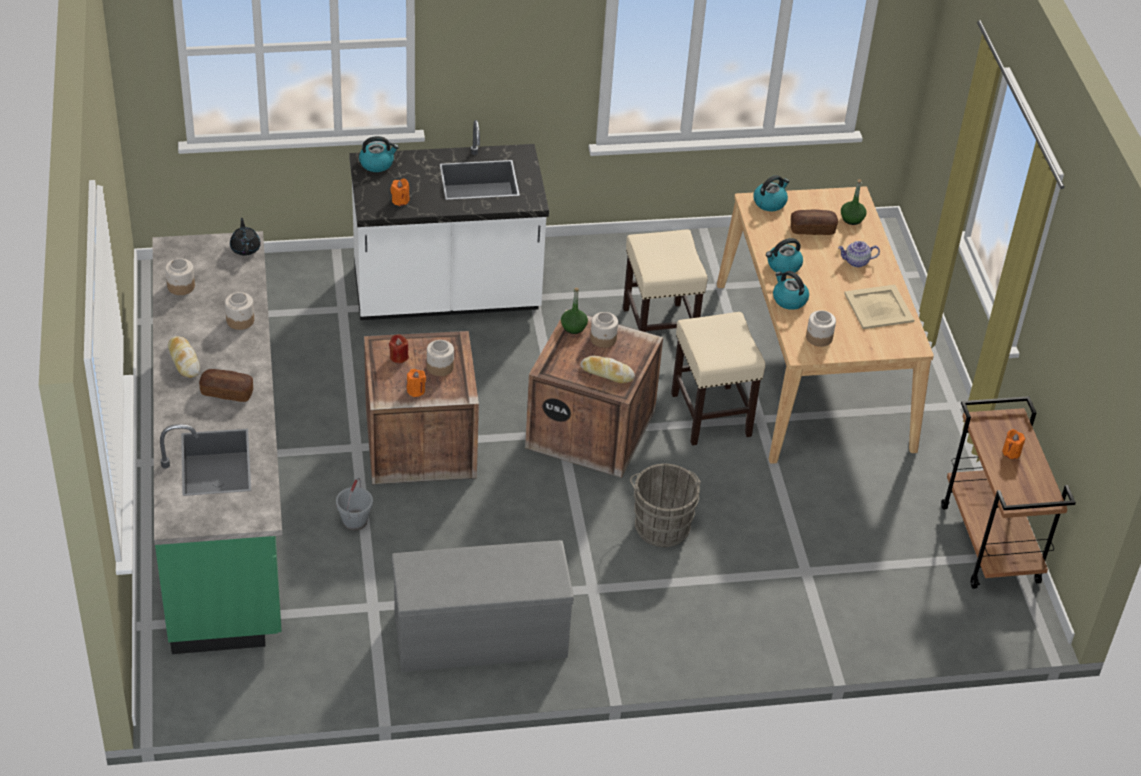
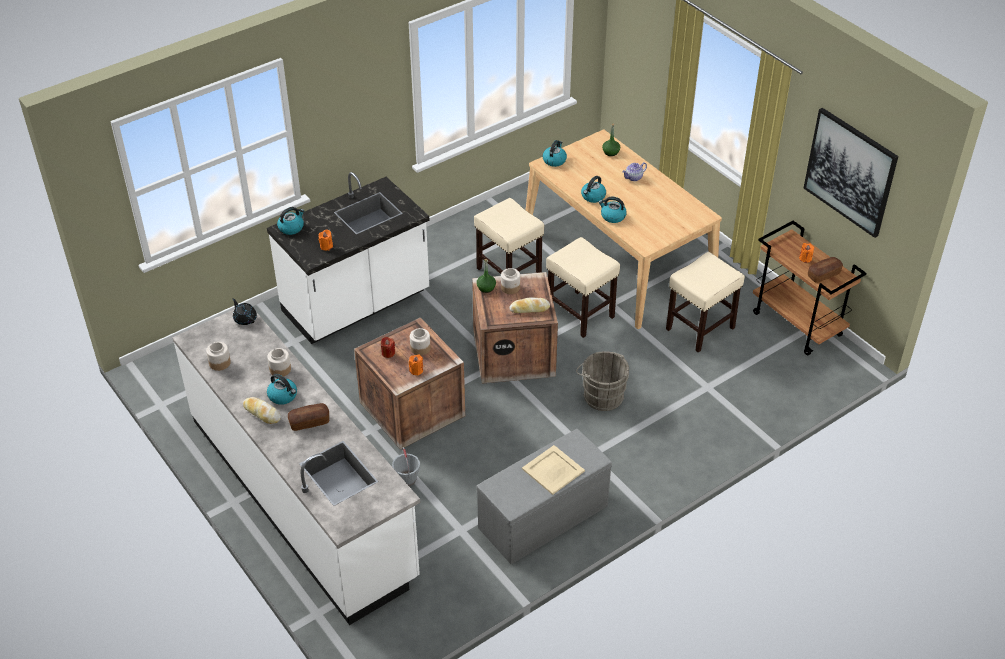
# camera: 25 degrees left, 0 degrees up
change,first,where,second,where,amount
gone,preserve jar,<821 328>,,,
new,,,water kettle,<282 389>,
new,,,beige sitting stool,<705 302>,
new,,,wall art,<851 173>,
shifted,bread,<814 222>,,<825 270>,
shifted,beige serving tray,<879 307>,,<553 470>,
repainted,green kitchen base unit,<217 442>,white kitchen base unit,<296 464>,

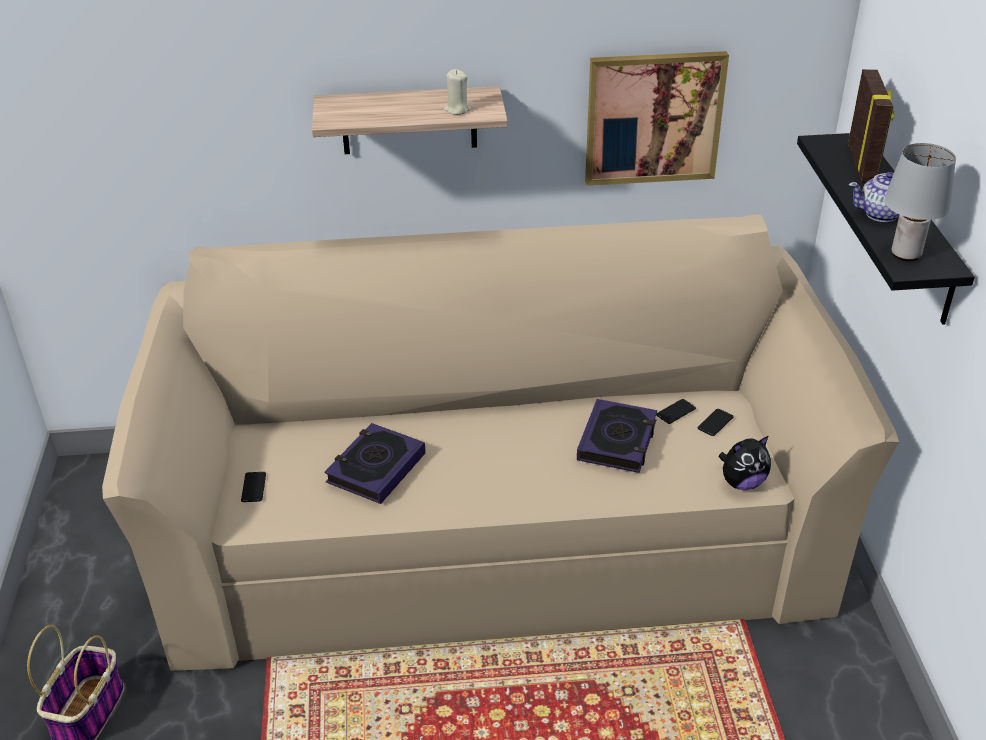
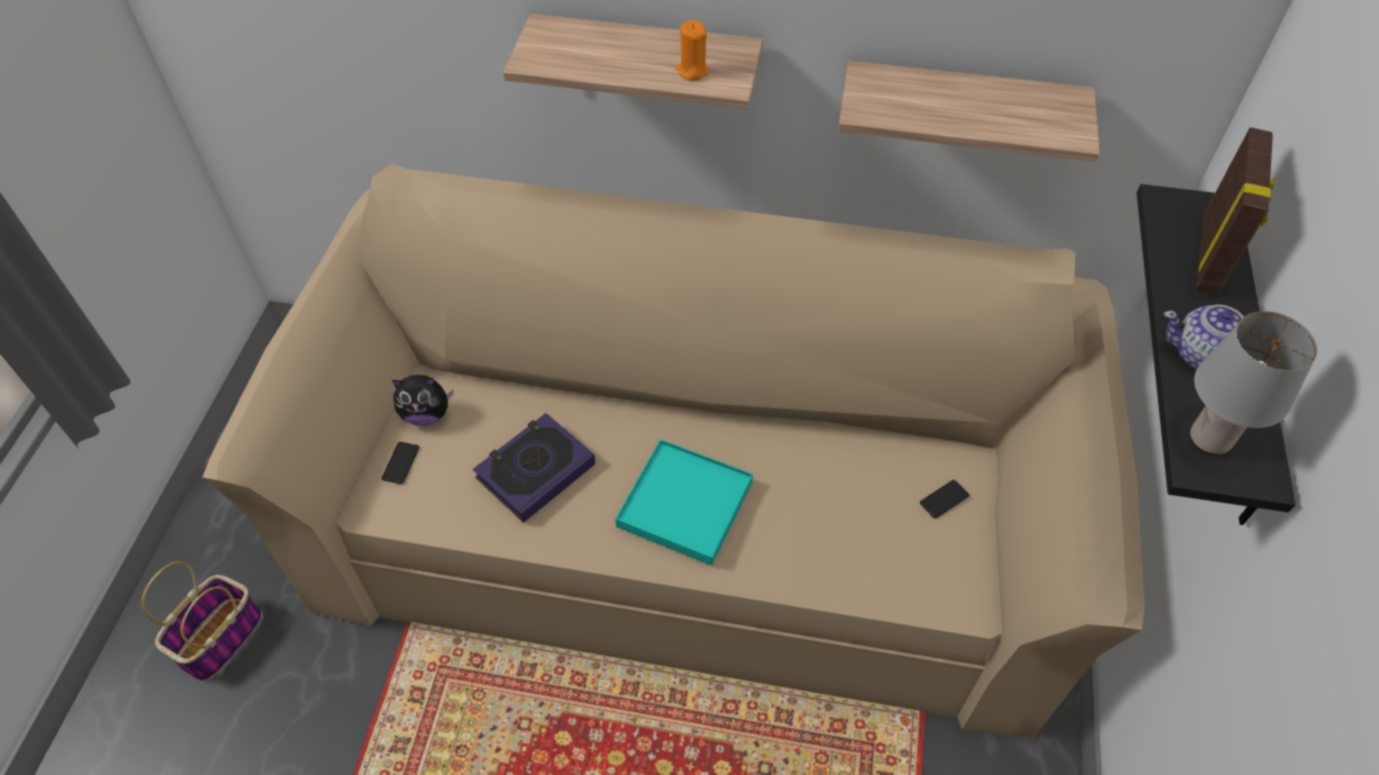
# camera: 15 degrees right, 15 degrees up
change,first,where,second,where,amount
gone,volume,<617 436>,,,
gone,phone,<676 411>,,,
new,,,blue-green serving tray,<684 502>,
shifted,plush toy,<744 463>,,<423 400>,
swapped,wall art,<657 118>,bracket shelf,<969 111>,
repainted,beige candle,<457 92>,orange-coloured candle,<692 50>,

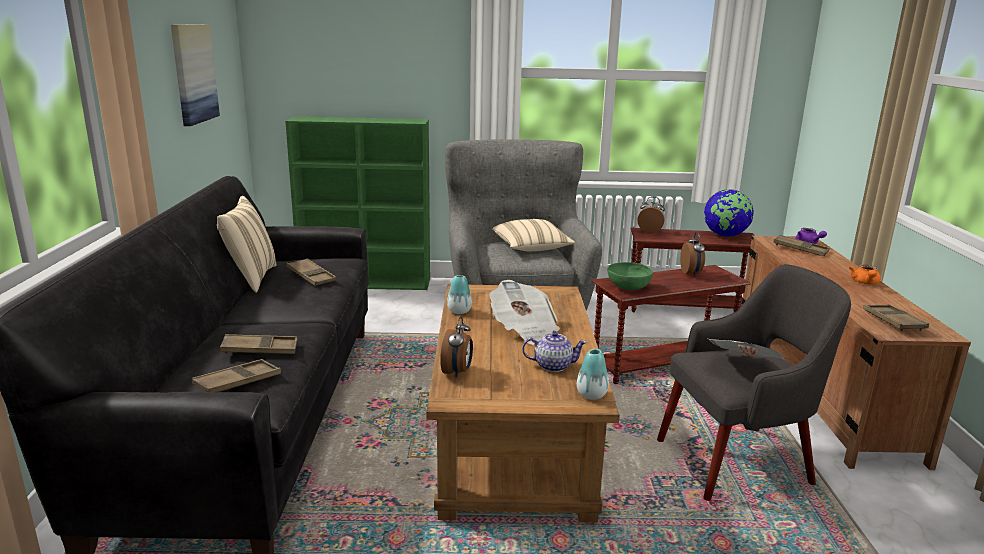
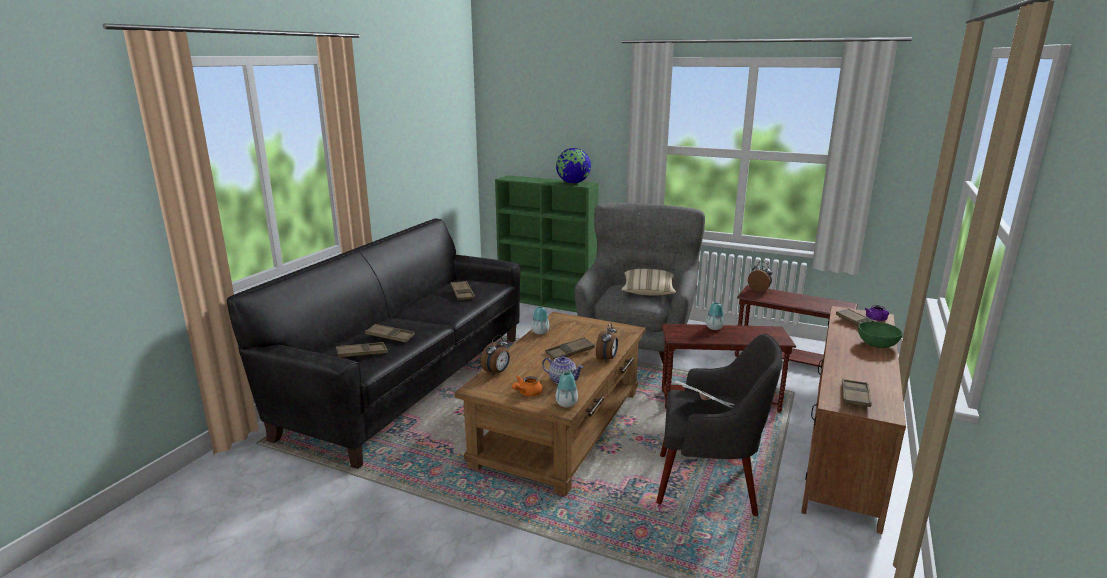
# camera: 25 degrees right, 0 degrees up
change,first,where,second,where,amount
gone,wall art,<195 75>,,,
gone,beige pillow,<246 244>,,,
new,,,decorative vase,<715 316>,
shifted,green serving bowl,<630 276>,,<880 335>,
shifted,bedside clock,<692 254>,,<607 343>,
shifted,globe,<729 213>,,<573 166>,
shifted,orange-coloured tea pot,<865 275>,,<527 385>,
swapped,printed paper,<524 312>,brown serving tray,<570 348>,

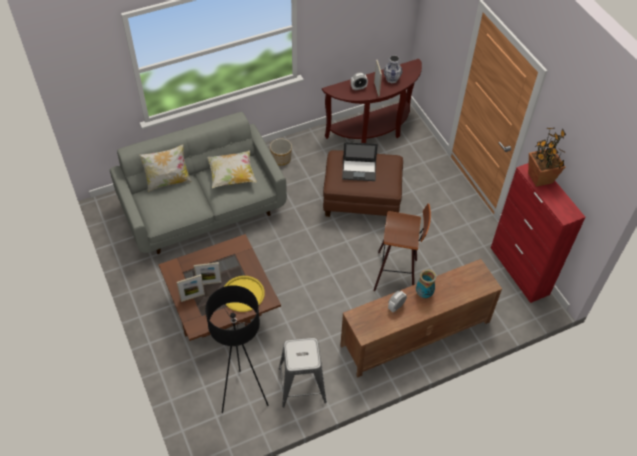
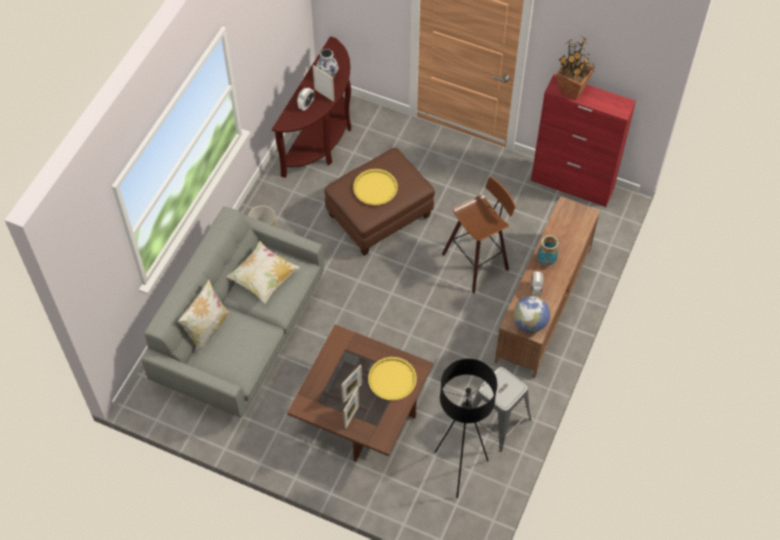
# camera: 40 degrees left, 5 degrees up
change,first,where,second,where,amount
new,,,globe,<531 314>,
swapped,notebook computer,<360 161>,yellow serving tray,<375 187>,

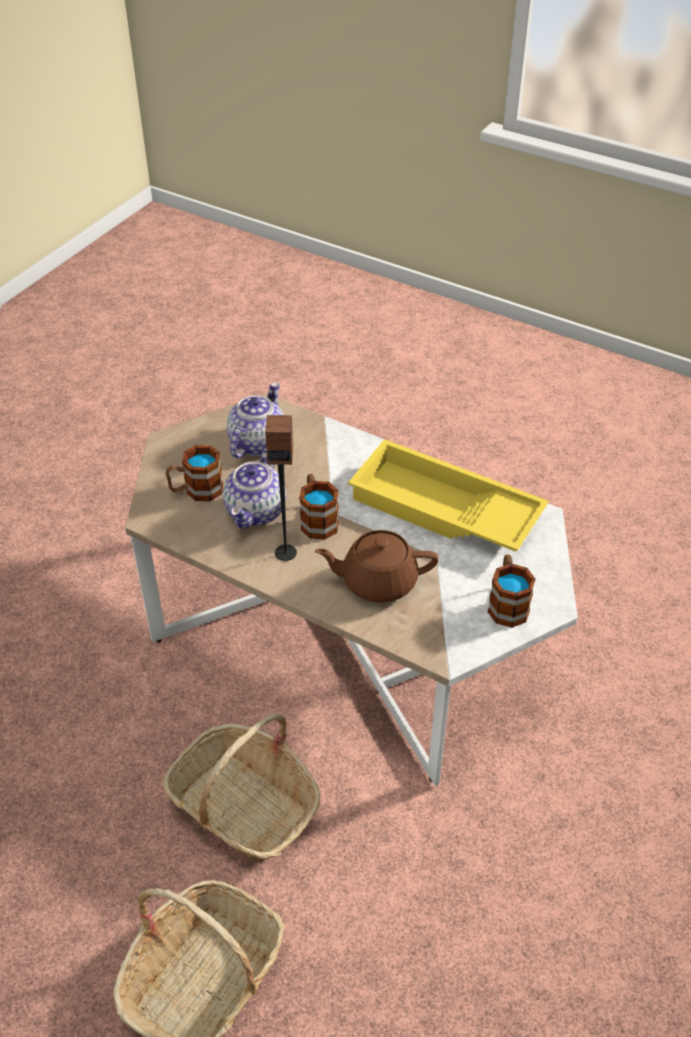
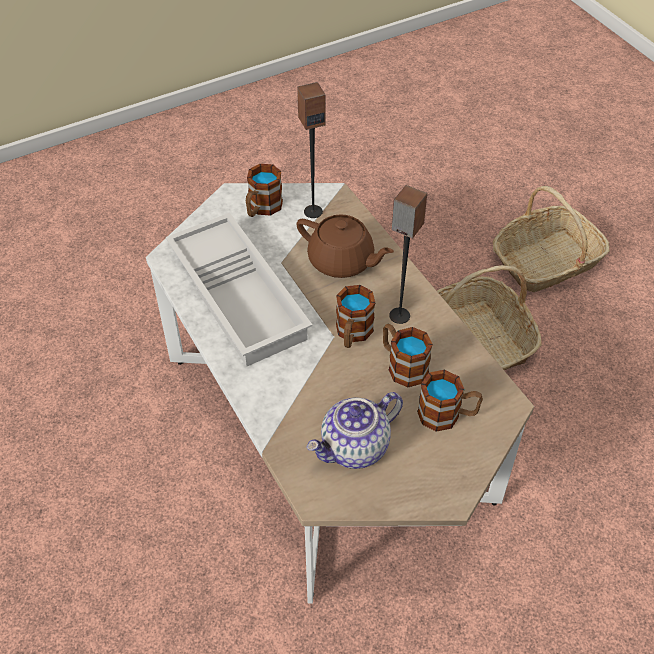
# camera: 150 degrees left, 5 degrees up
change,first,where,second,where,amount
new,,,audio speaker,<311 150>,
swapped,tea pot,<254 489>,mug,<408 355>,
repainted,yellow serving tray,<448 495>,white serving tray,<239 290>,

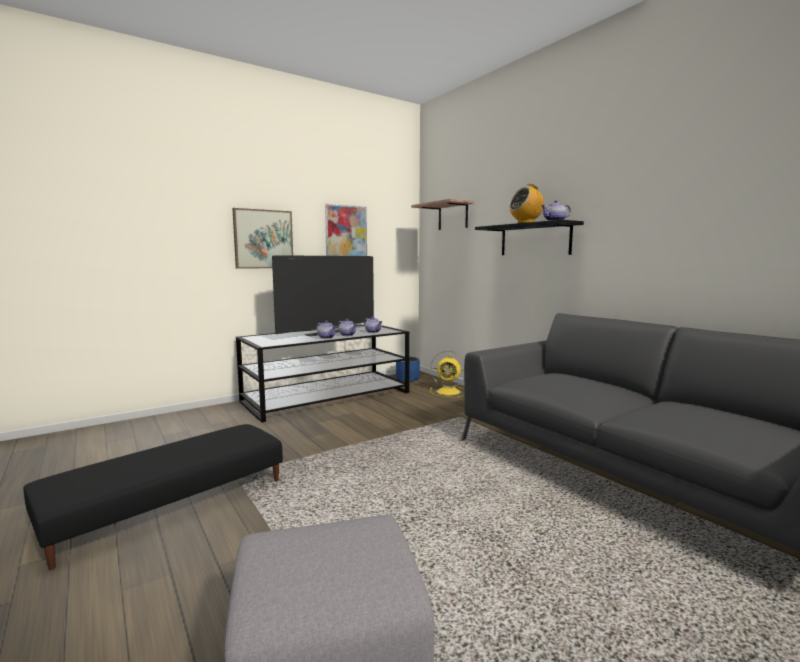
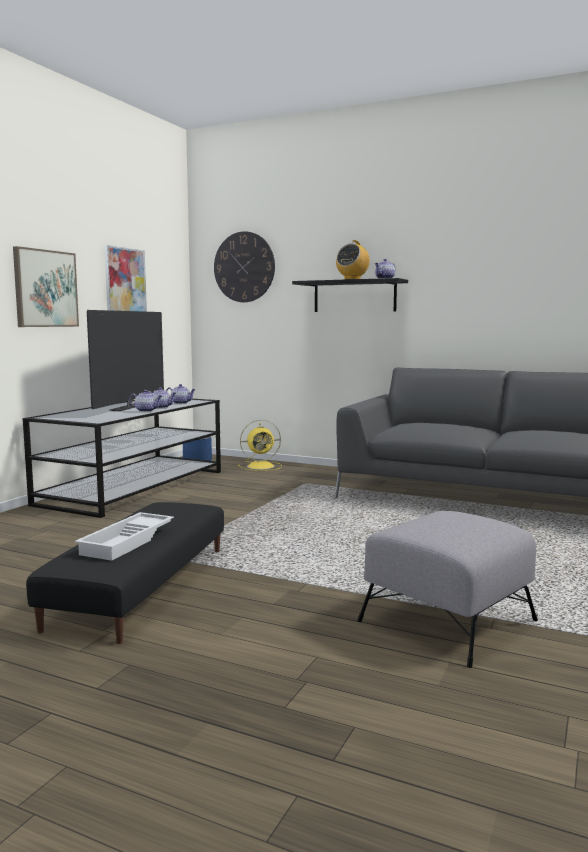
# camera: 30 degrees left, 0 degrees up
change,first,where,second,where,amount
new,,,white serving tray,<124 536>,
swapped,bracket shelf,<443 214>,hanging clock,<244 266>,

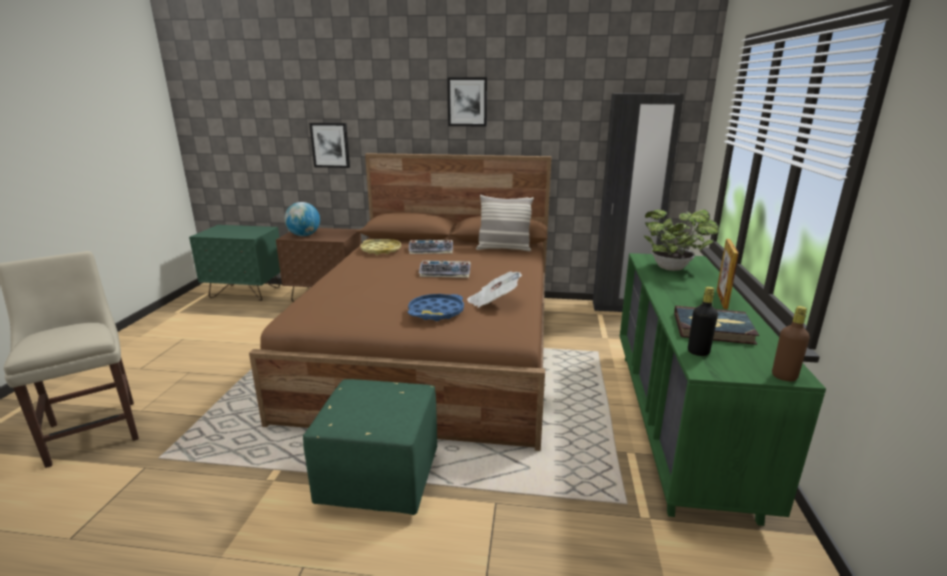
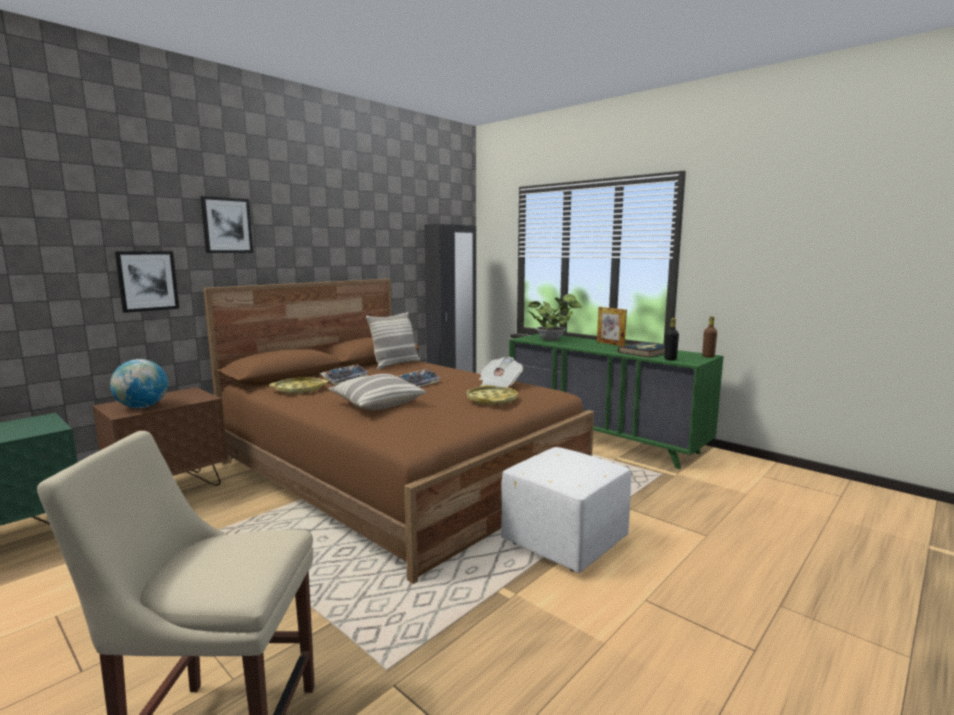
# camera: 55 degrees left, 10 degrees down
change,first,where,second,where,amount
new,,,pillow,<377 392>,
shifted,wall art,<467 102>,,<226 224>,
repainted,green pouffe,<370 447>,white pouffe,<566 510>,
repainted,bluish serving tray,<436 307>,yellow serving tray,<492 395>,

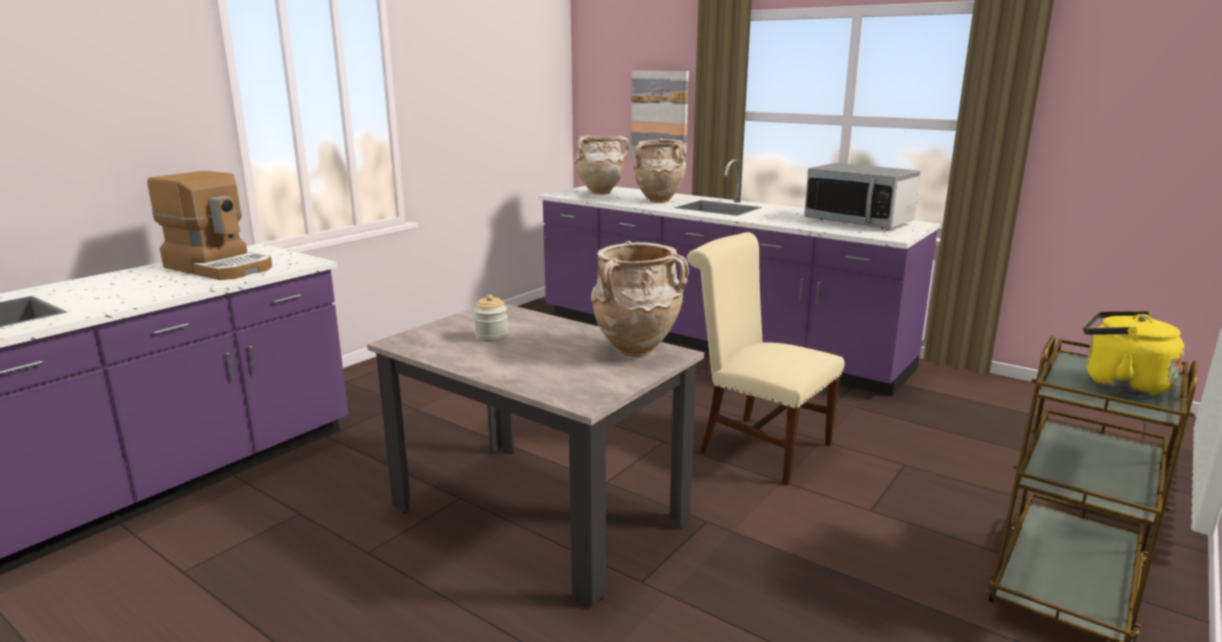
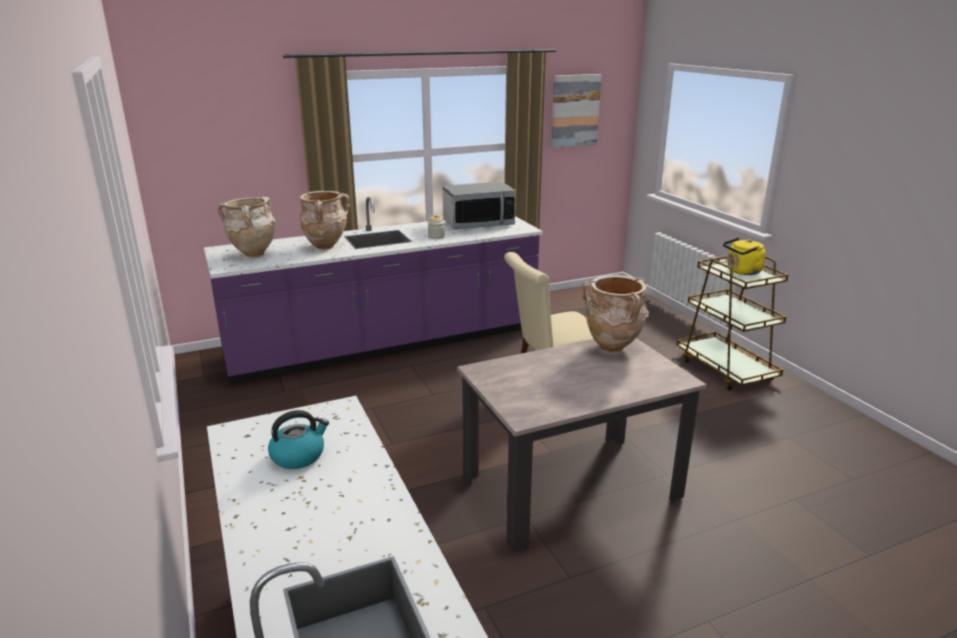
# camera: 60 degrees left, 5 degrees up
change,first,where,second,where,amount
shifted,preserve jar,<491 318>,,<436 227>,
shifted,wall art,<660 116>,,<576 111>,
swapped,coffee maker,<209 225>,water kettle,<298 439>,

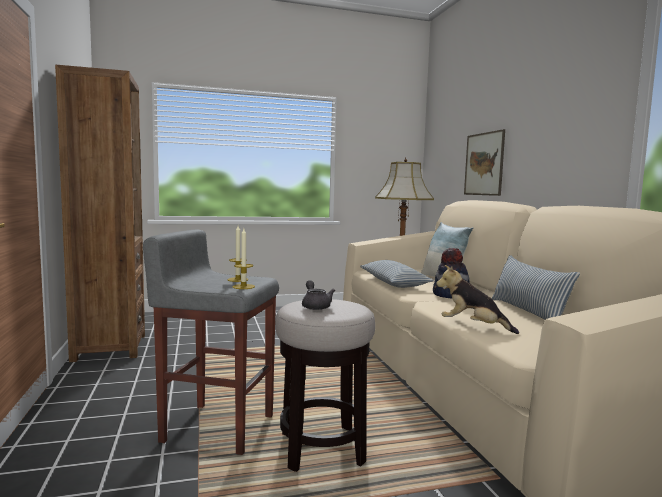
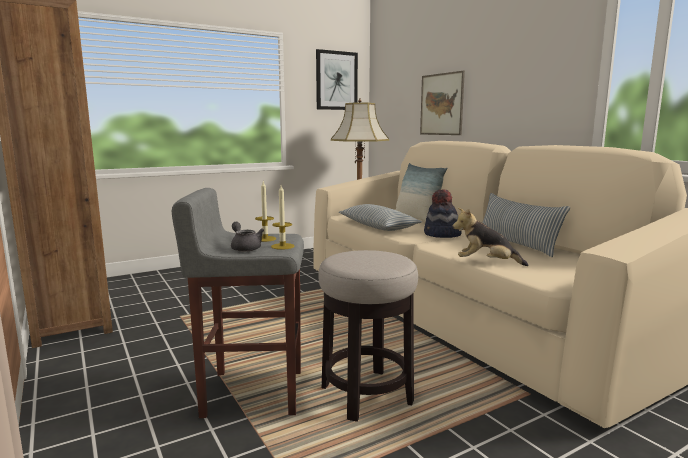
# camera: 15 degrees left, 5 degrees up
change,first,where,second,where,amount
new,,,wall art,<337 79>,
shifted,gray tea pot,<318 295>,,<247 237>,

